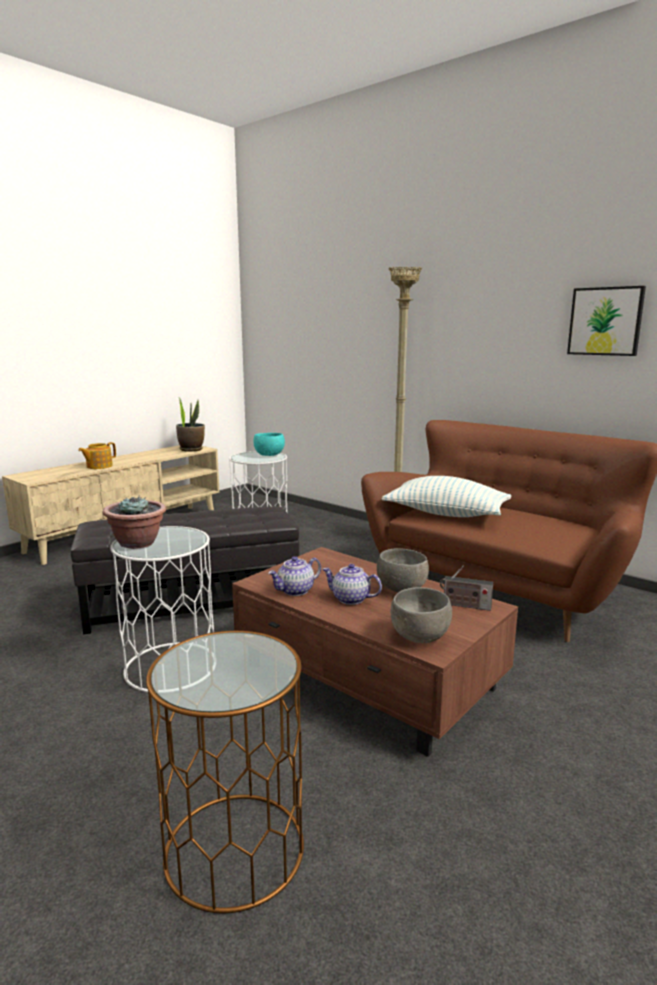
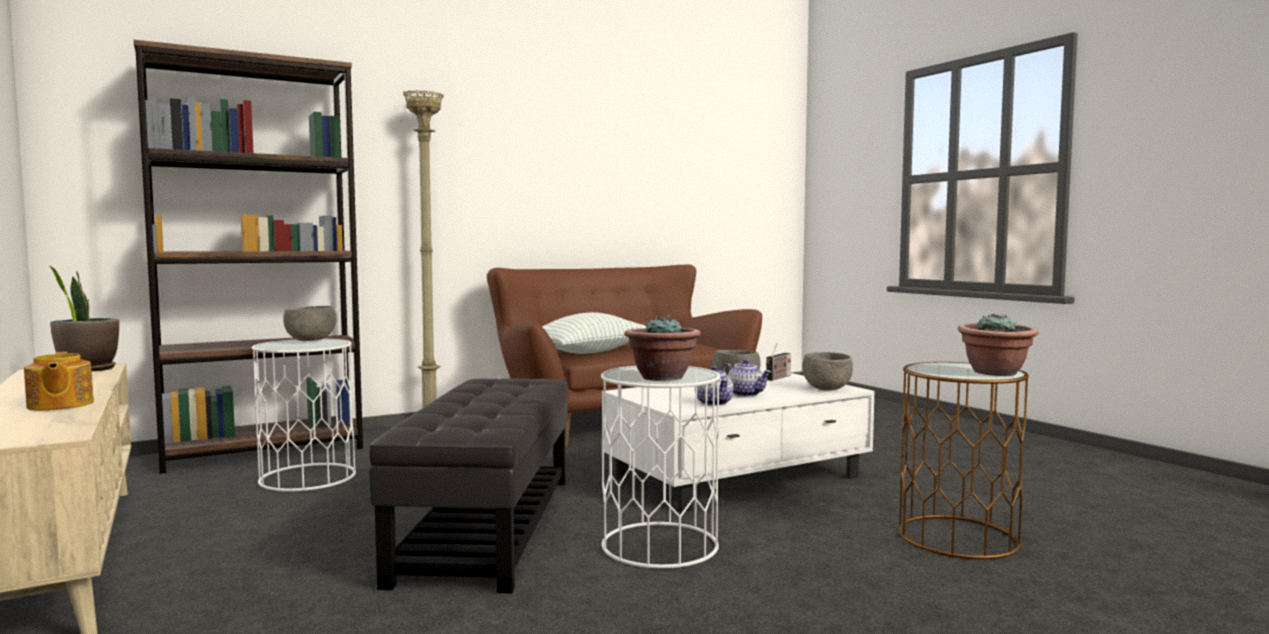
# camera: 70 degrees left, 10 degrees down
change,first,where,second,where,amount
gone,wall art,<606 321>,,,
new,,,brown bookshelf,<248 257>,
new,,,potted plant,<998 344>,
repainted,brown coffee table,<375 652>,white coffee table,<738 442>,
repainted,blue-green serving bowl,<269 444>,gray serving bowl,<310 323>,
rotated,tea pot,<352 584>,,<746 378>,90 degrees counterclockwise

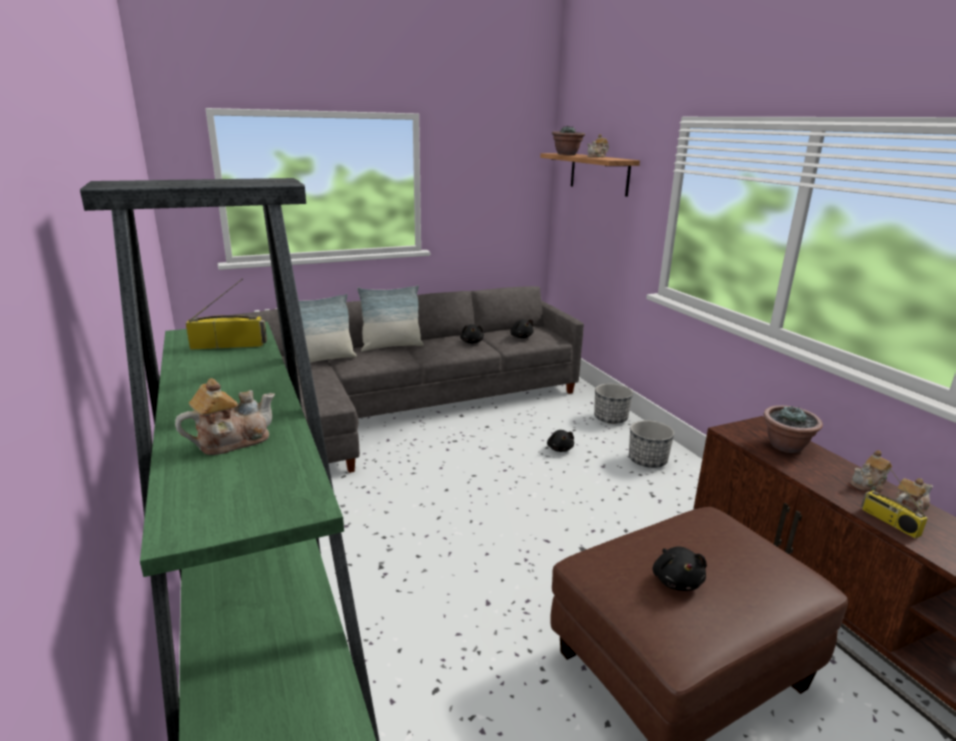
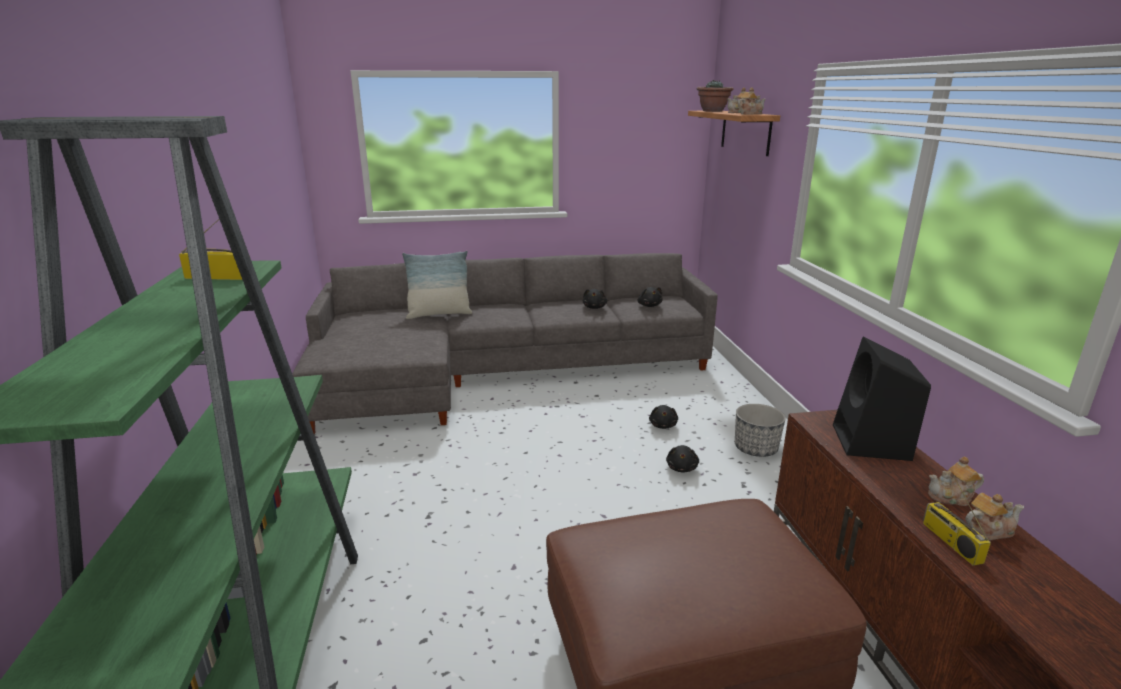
# camera: 15 degrees right, 0 degrees up
change,first,where,second,where,amount
gone,pillow,<390 318>,,,
gone,flower pot,<613 403>,,,
shifted,tea pot,<225 416>,,<752 100>,
shifted,blackish plush toy,<680 568>,,<682 458>,
swapped,potted plant,<793 429>,blackish audio speaker,<882 399>,

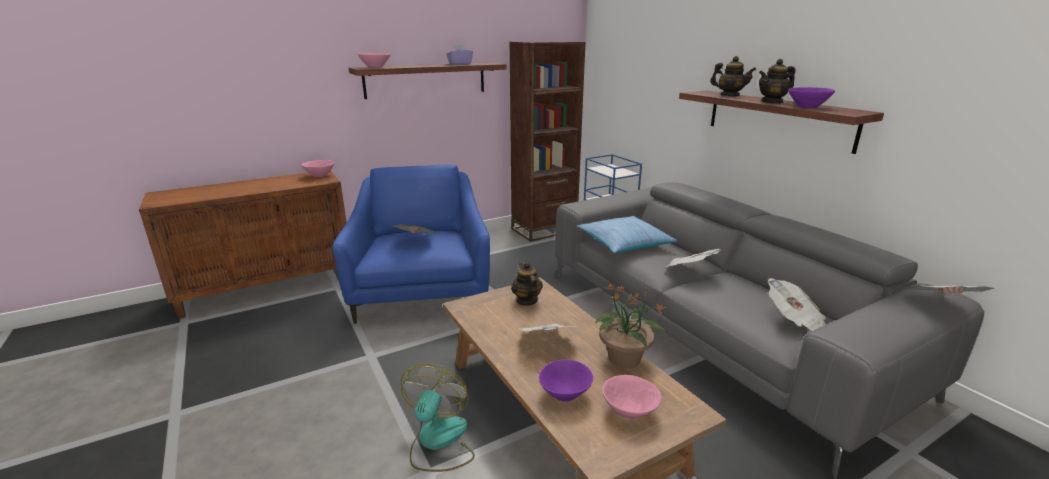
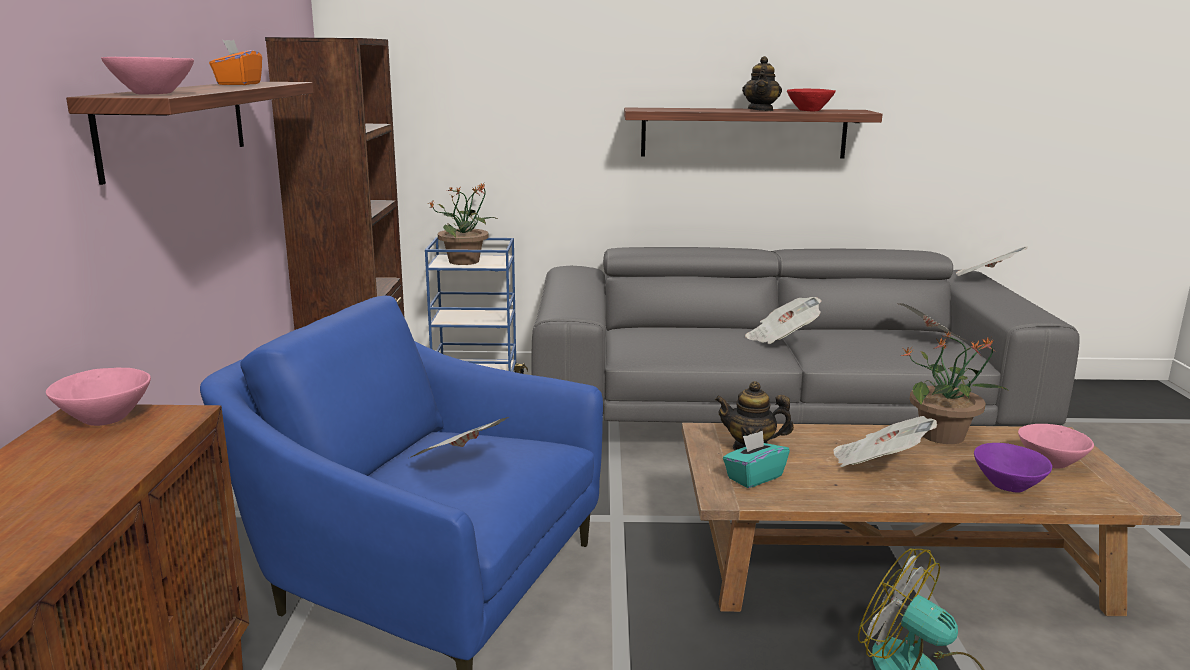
# camera: 60 degrees left, 5 degrees down
change,first,where,second,where,amount
gone,pillow,<626 234>,,,
gone,tea pot,<733 76>,,,
new,,,potted plant,<464 224>,
new,,,blue-green tissue box,<756 459>,
repainted,purple-coloured tissue box,<459 55>,orange-coloured tissue box,<235 62>,
repainted,purple-coloured serving bowl,<811 97>,red serving bowl,<811 99>,

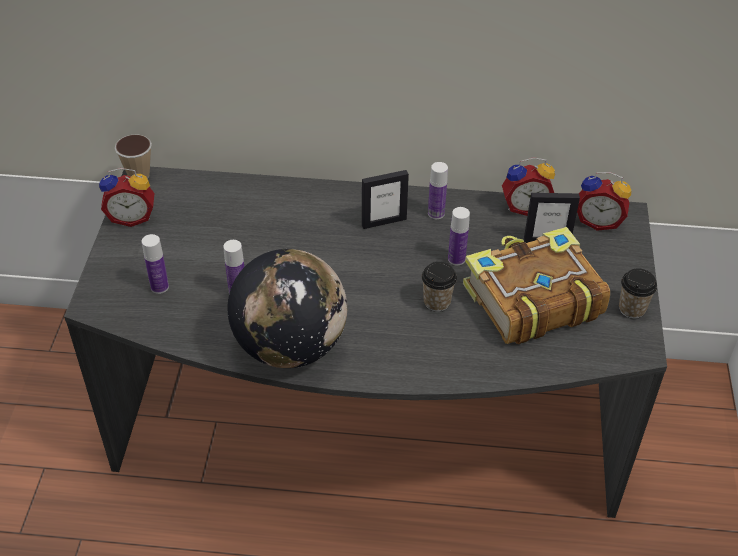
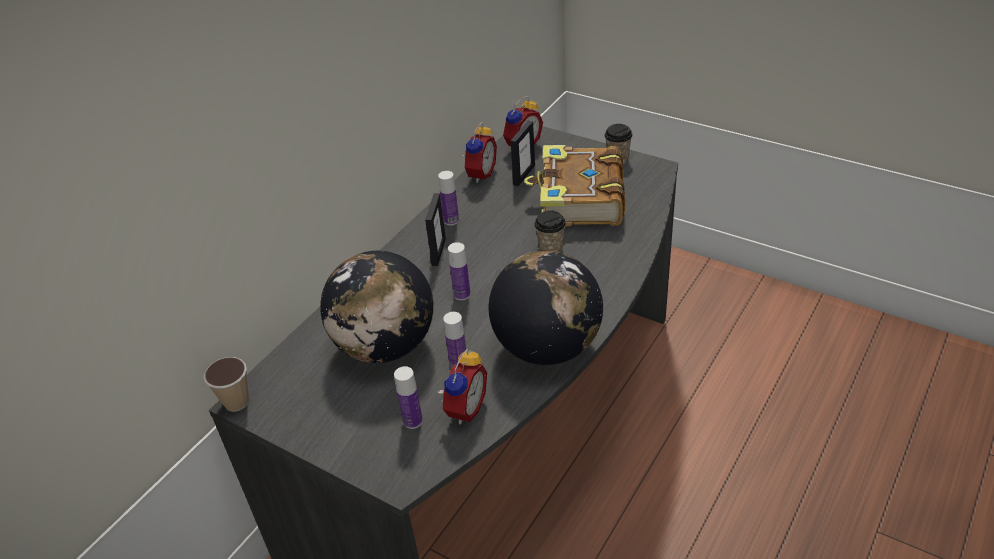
# camera: 60 degrees left, 5 degrees down
change,first,where,second,where,amount
new,,,globe,<377 307>,
shifted,bedside clock,<127 197>,,<462 386>,
shifted,drink bottle,<459 236>,,<459 271>,

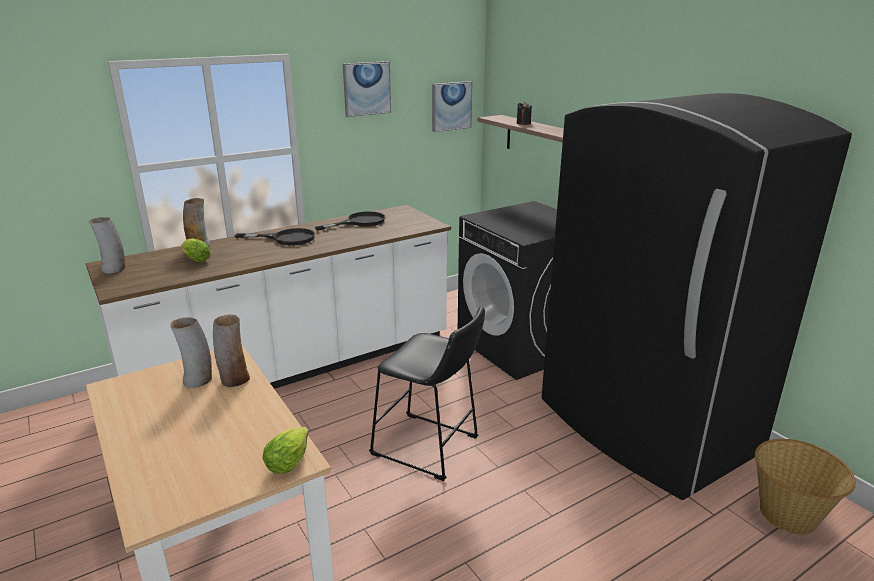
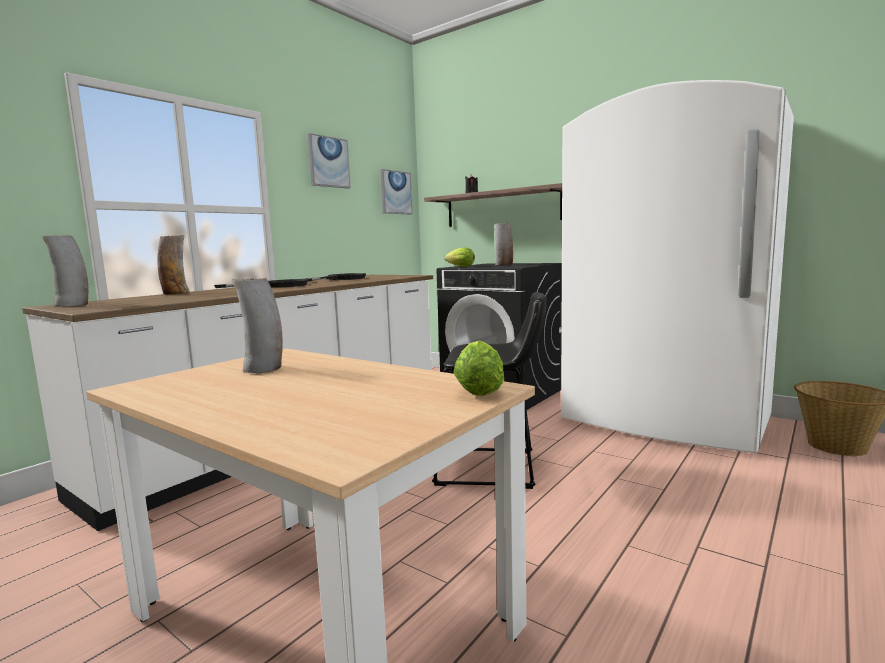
# camera: 20 degrees left, 15 degrees down
change,first,where,second,where,amount
shifted,lettuce,<195 250>,,<460 257>,
shifted,decorative vase,<231 350>,,<503 244>,
repainted,blackish refrigerator,<697 296>,white refrigerator,<677 266>,

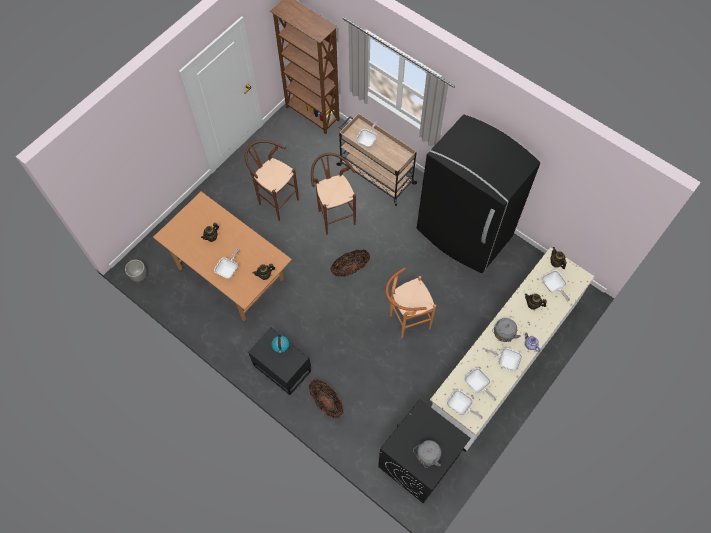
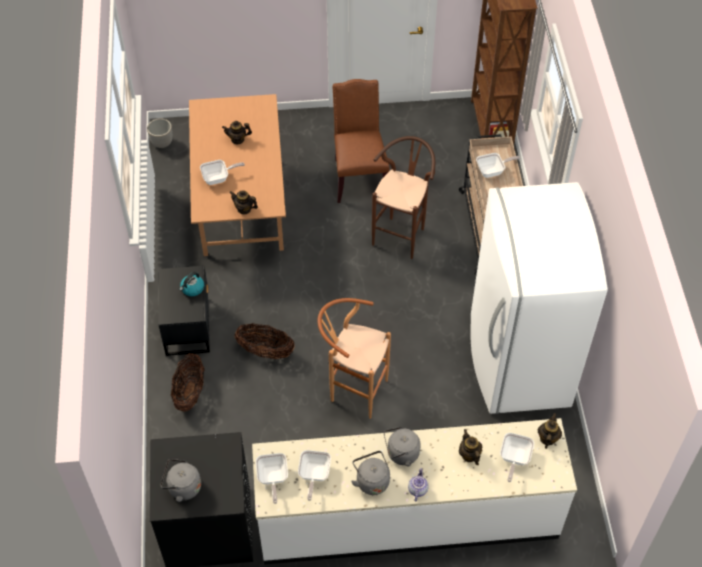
# camera: 45 degrees right, 10 degrees down
change,first,where,second,where,amount
shifted,storage basket,<350 263>,,<265 341>,
swapped,brown sitting stool,<272 180>,brown upright chair,<360 141>,
swapped,pan,<503 359>,gray water kettle,<370 473>,
repainted,blackish refrigerator,<478 194>,white refrigerator,<539 298>,

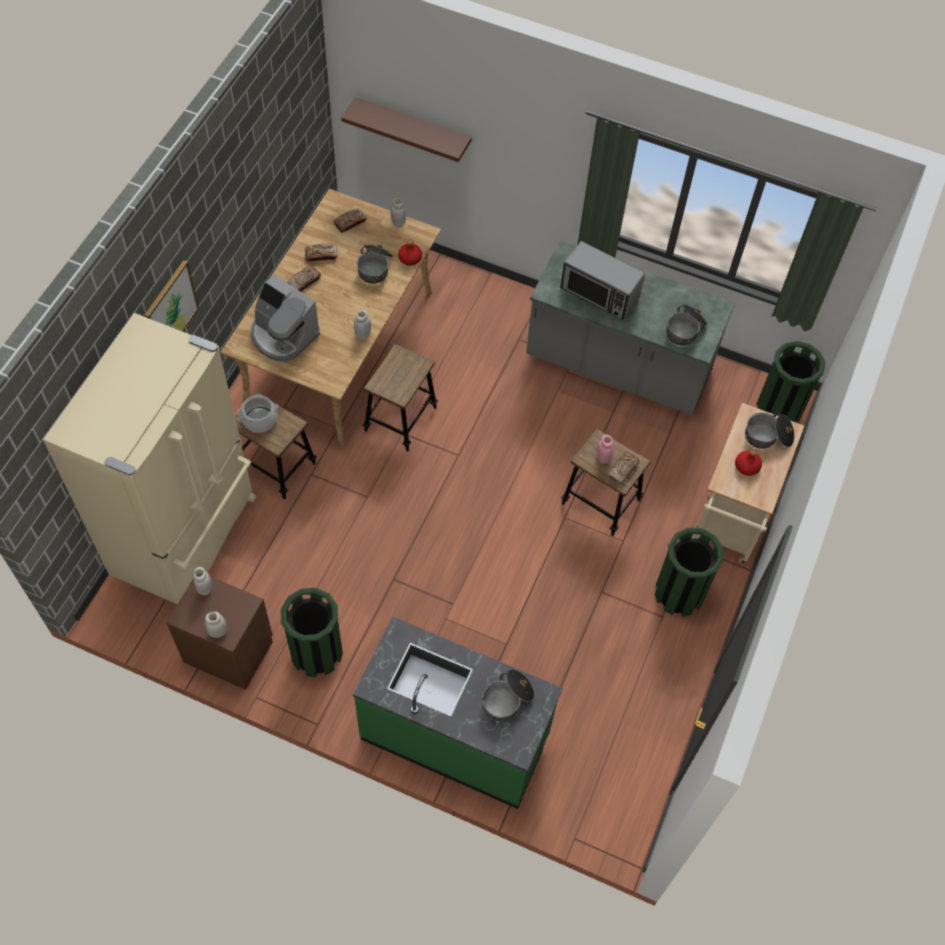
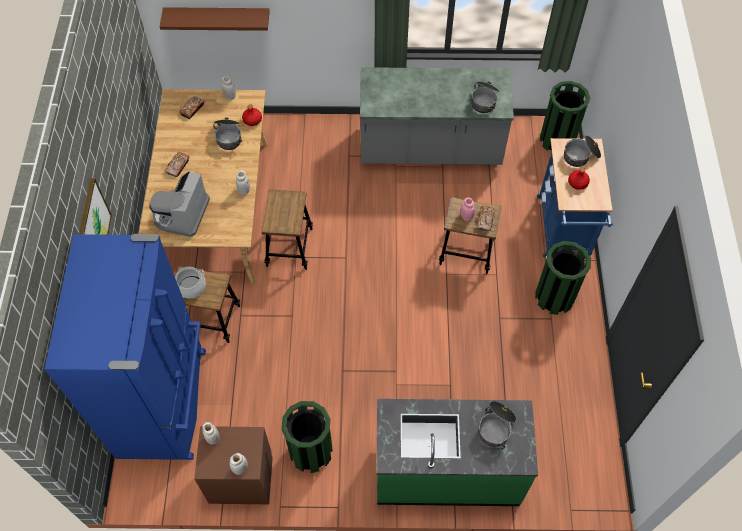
# camera: 20 degrees left, 0 degrees up
change,first,where,second,where,amount
gone,bread,<321 252>,,,
gone,microwave,<602 280>,,,
repainted,beige refrigerator,<149 458>,bluish refrigerator,<125 347>,
repainted,beige trolley,<749 483>,bluish trolley,<575 198>,
rotated,coffee maker,<285 318>,,<179 204>,90 degrees clockwise

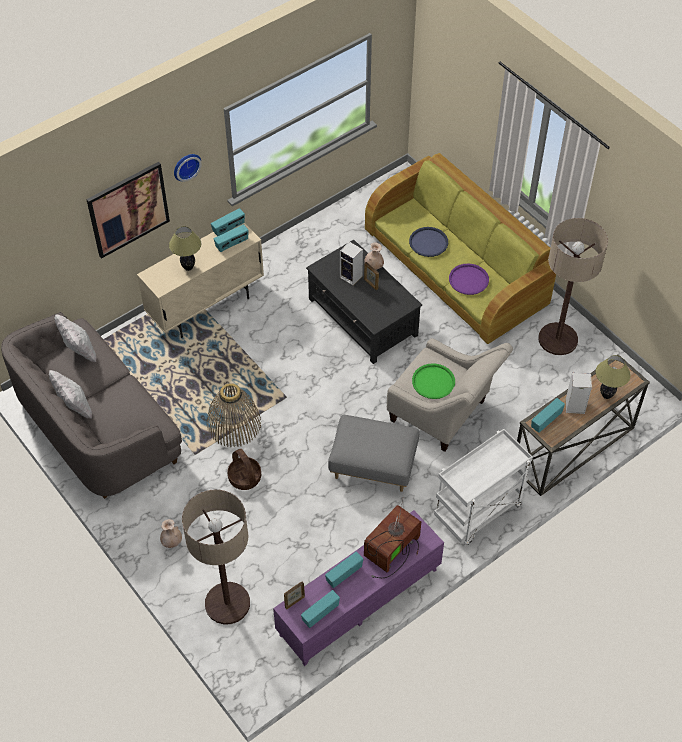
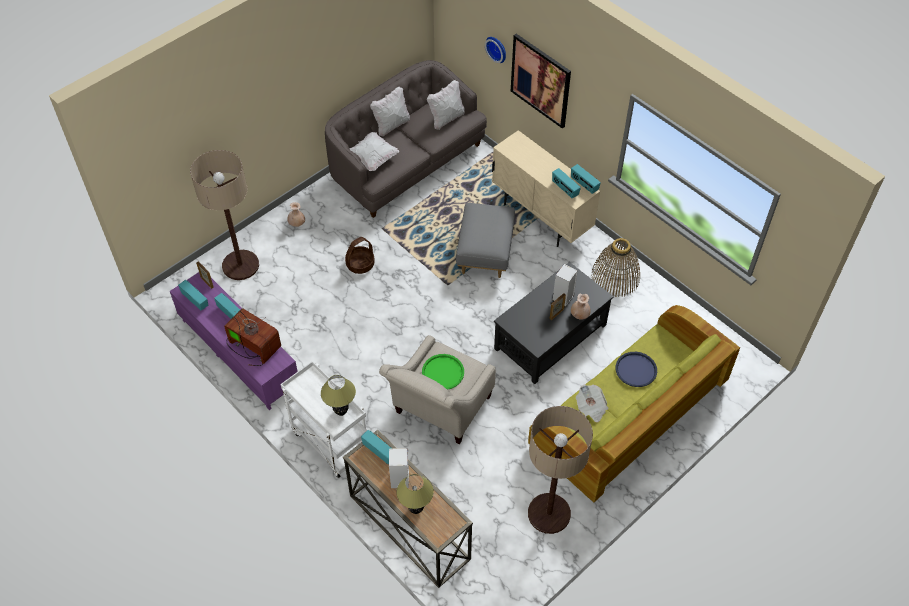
# camera: 85 degrees right, 0 degrees up
change,first,where,second,where,amount
new,,,white pillow,<374 151>,
shifted,lamp for a table,<185 248>,,<338 395>,
shifted,hanging clock,<188 168>,,<495 50>,
shifted,storage basket,<234 415>,,<615 267>,
shifted,gray pouffe,<373 453>,,<485 240>,
swapped,purple-coloured serving tray,<469 279>,printed paper,<592 403>,

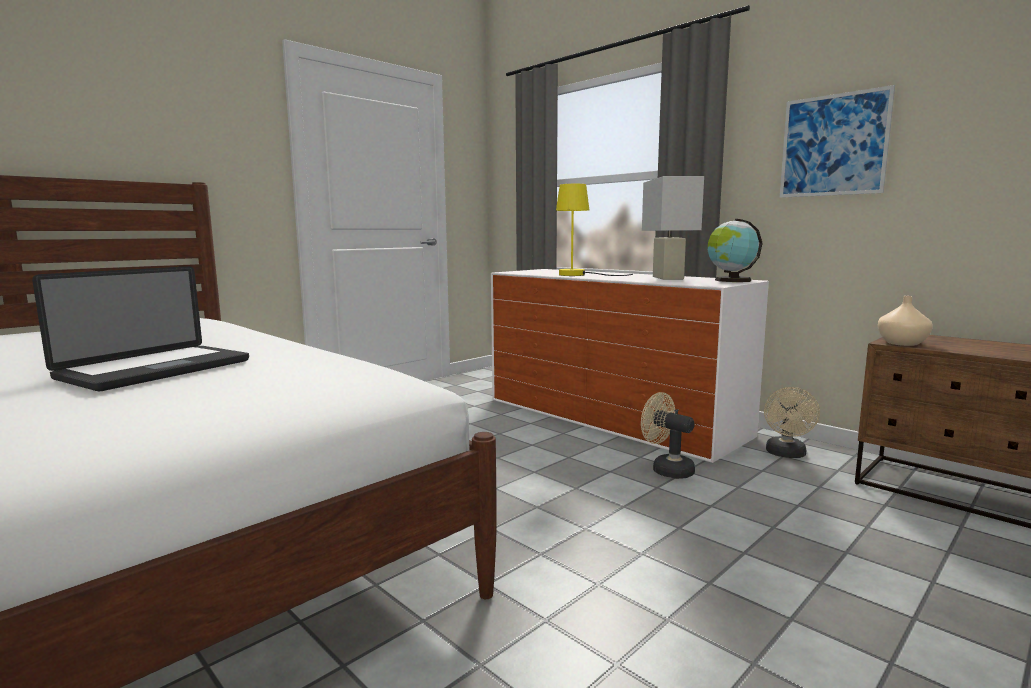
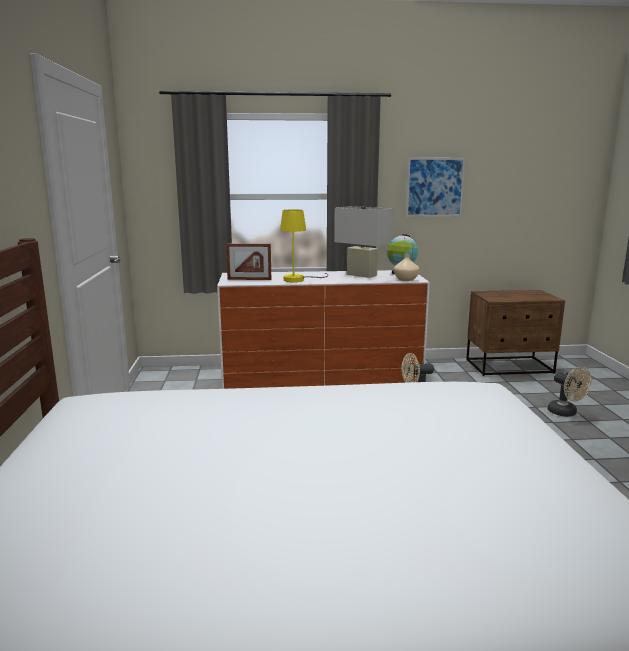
# camera: 50 degrees left, 5 degrees up
change,first,where,second,where,amount
gone,notebook computer,<140 328>,,,
new,,,photo frame,<248 262>,
shifted,beige electric fan,<792 422>,,<569 392>,
shifted,beige decorative vase,<905 321>,,<406 267>,

